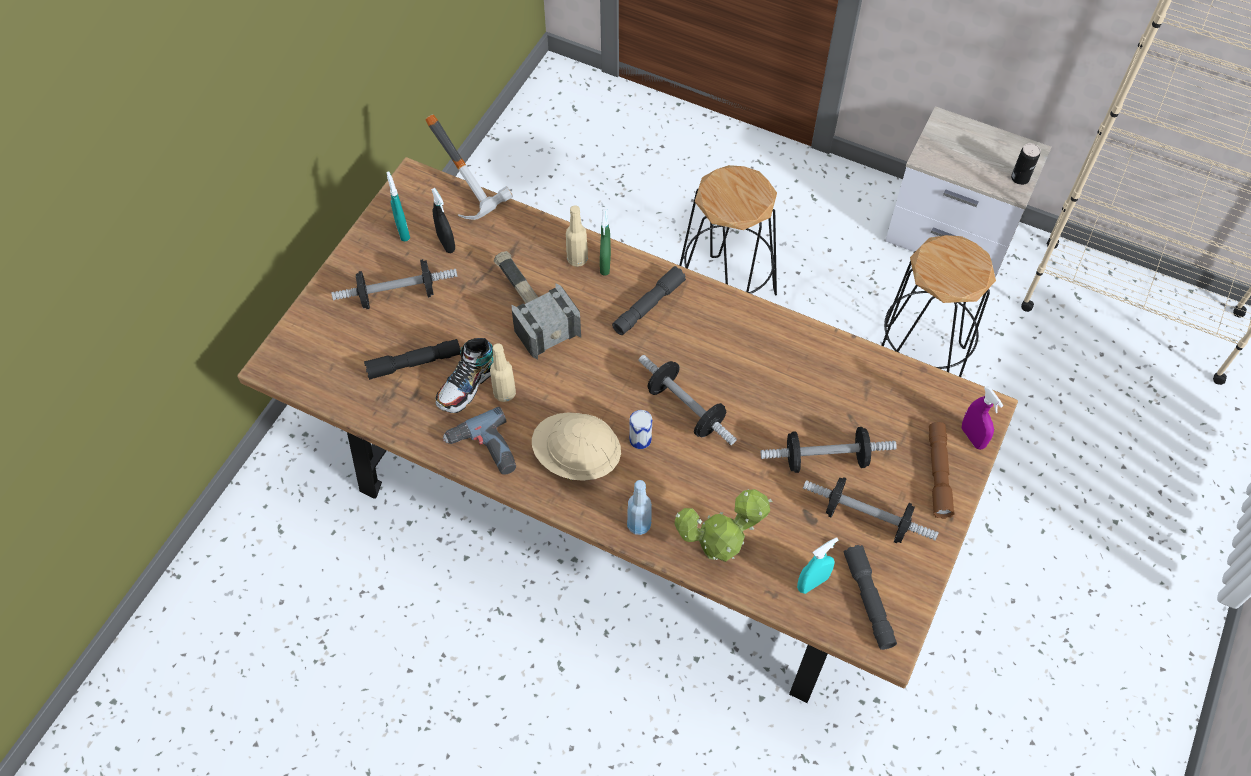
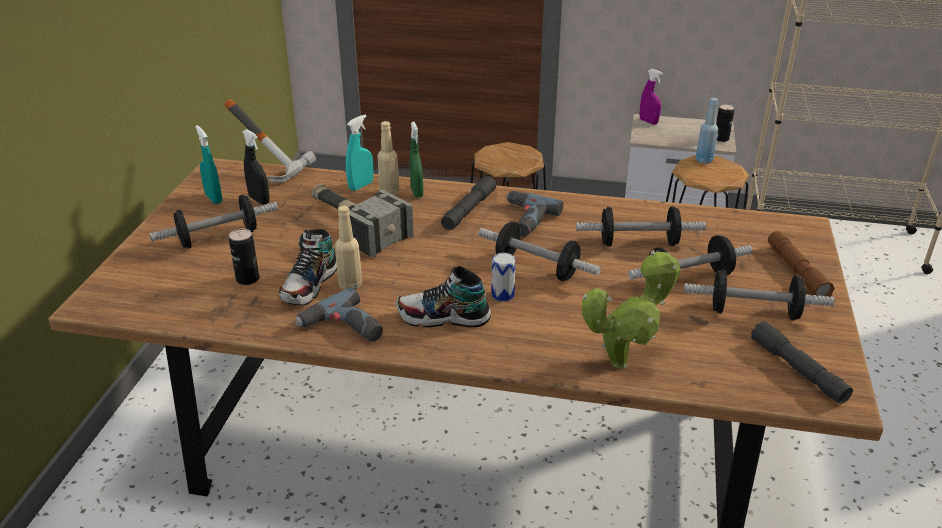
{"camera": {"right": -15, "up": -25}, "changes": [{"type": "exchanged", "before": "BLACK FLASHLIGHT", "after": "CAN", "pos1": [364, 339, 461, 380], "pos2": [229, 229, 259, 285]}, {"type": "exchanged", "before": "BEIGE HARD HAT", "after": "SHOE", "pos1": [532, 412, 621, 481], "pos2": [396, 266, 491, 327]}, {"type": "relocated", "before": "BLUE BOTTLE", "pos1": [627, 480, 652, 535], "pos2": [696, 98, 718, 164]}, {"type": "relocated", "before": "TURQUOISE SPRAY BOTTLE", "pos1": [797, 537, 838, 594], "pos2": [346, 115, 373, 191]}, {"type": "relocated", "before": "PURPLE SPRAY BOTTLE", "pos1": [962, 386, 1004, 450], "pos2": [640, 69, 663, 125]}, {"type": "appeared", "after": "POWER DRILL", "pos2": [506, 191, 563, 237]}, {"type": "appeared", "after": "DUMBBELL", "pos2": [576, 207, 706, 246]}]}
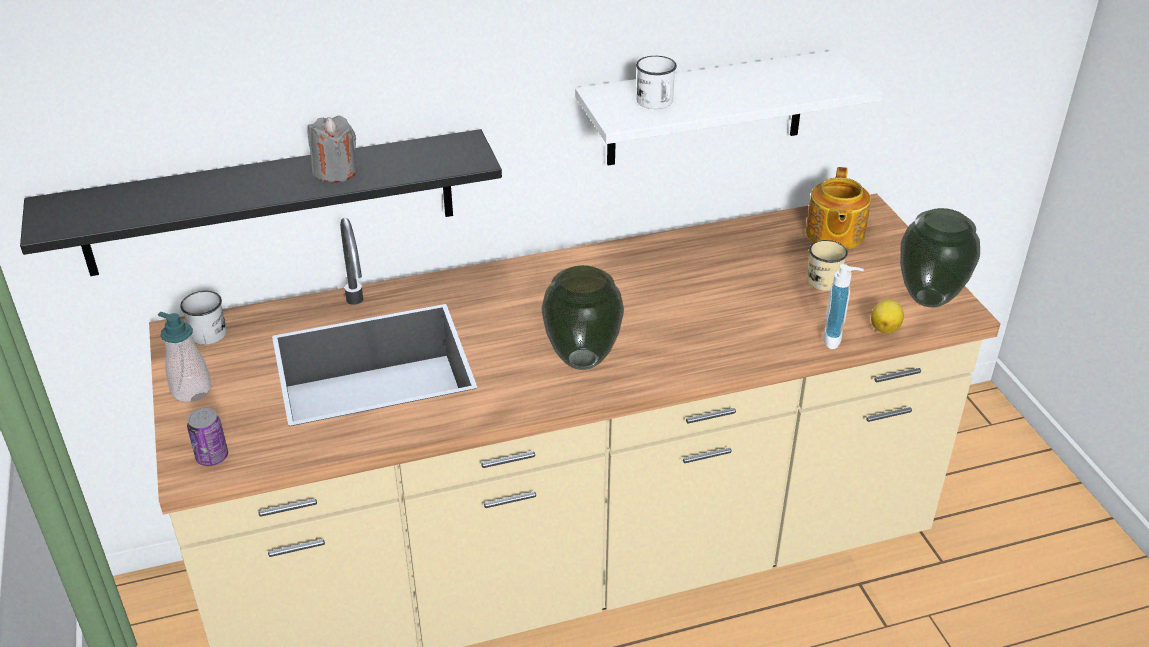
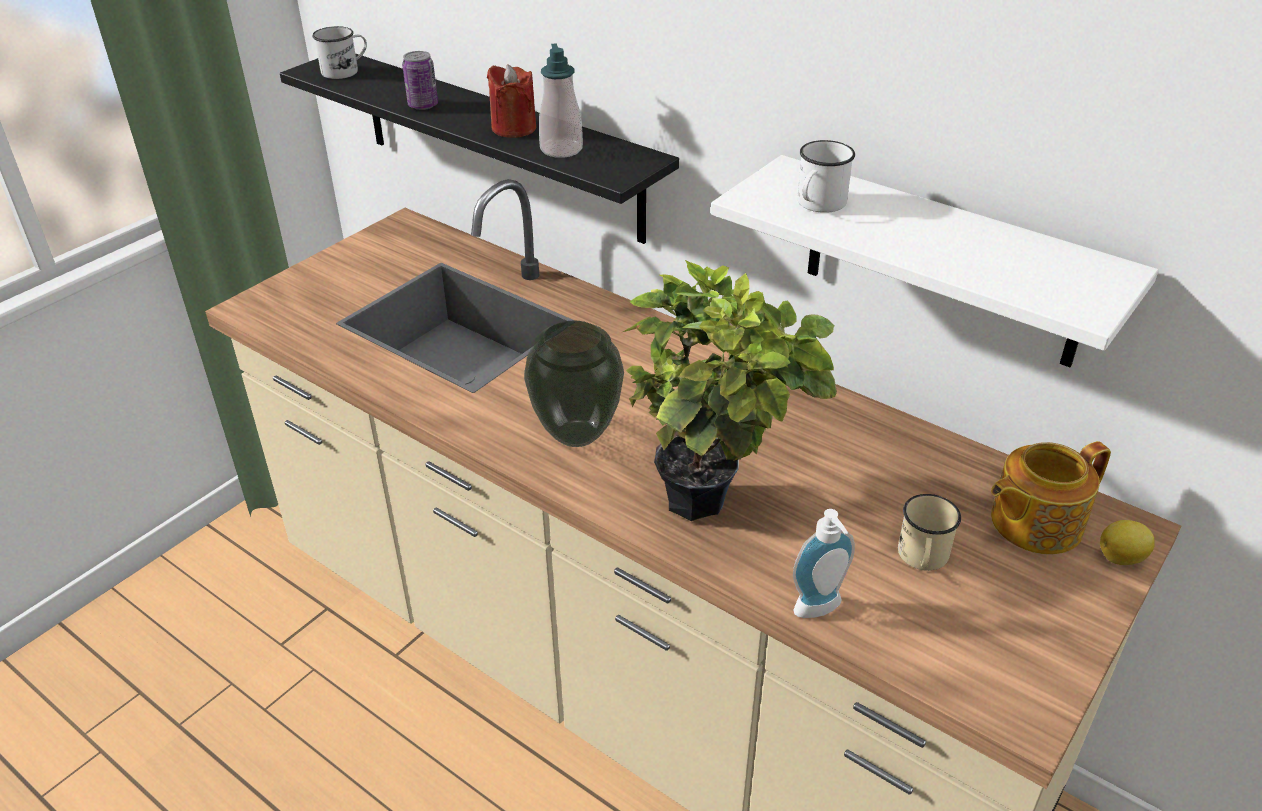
{"camera": {"right": 55, "up": 0}, "changes": [{"type": "relocated", "before": "SOAP DISPENSER", "pos1": [158, 312, 211, 402], "pos2": [539, 43, 583, 158]}, {"type": "relocated", "before": "WHITE MUG", "pos1": [180, 291, 227, 345], "pos2": [312, 26, 367, 79]}, {"type": "relocated", "before": "CAN", "pos1": [187, 408, 228, 466], "pos2": [402, 51, 438, 110]}, {"type": "colour", "before": "GREY CANDLE", "after": "RED CANDLE", "pos1": [307, 116, 357, 183], "pos2": [487, 64, 536, 138]}, {"type": "relocated", "before": "LEMON", "pos1": [871, 300, 904, 334], "pos2": [1100, 520, 1155, 565]}, {"type": "missing", "before": "VASE", "pos1": [900, 208, 980, 307]}, {"type": "appeared", "after": "POTTED PLANT", "pos2": [621, 260, 837, 521]}]}
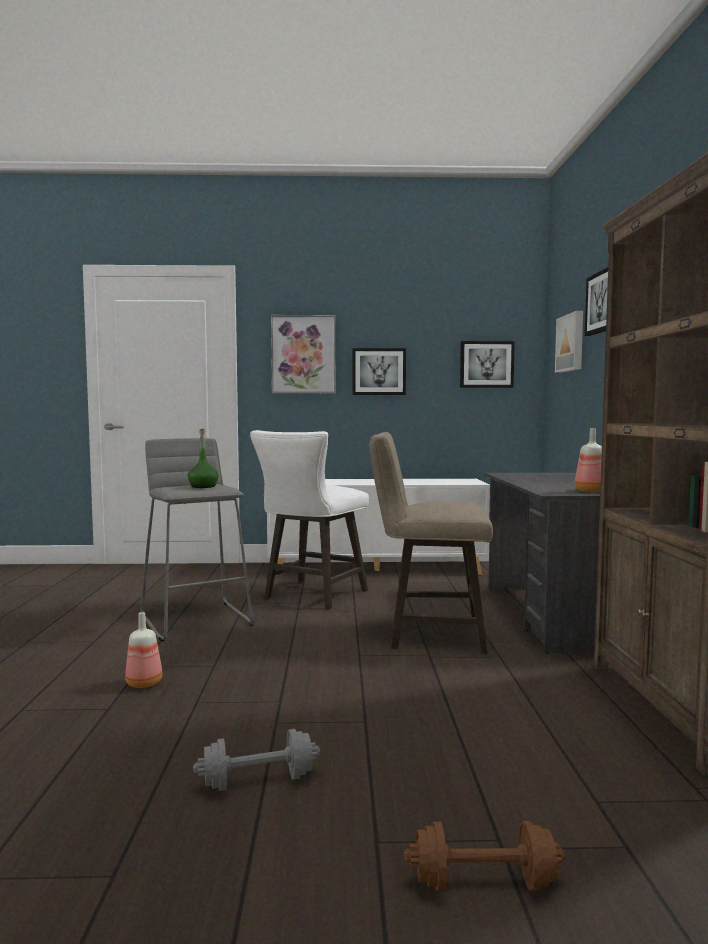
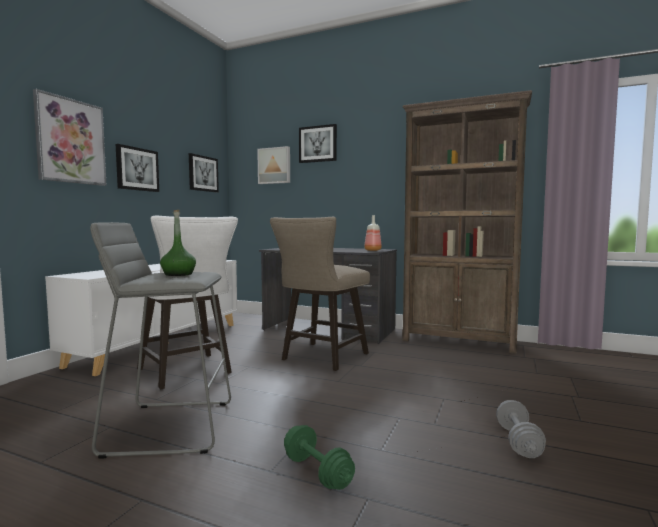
{"camera": {"right": -65, "up": 0}, "changes": [{"type": "exchanged", "before": "BOTTLE", "after": "GREEN DUMBBELL", "pos1": [125, 612, 163, 688], "pos2": [284, 425, 355, 490]}, {"type": "missing", "before": "BROWN DUMBBELL", "pos1": [403, 821, 566, 891]}]}
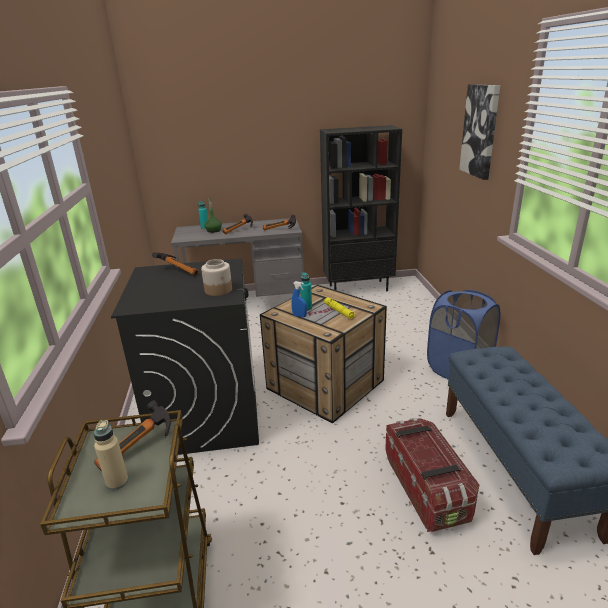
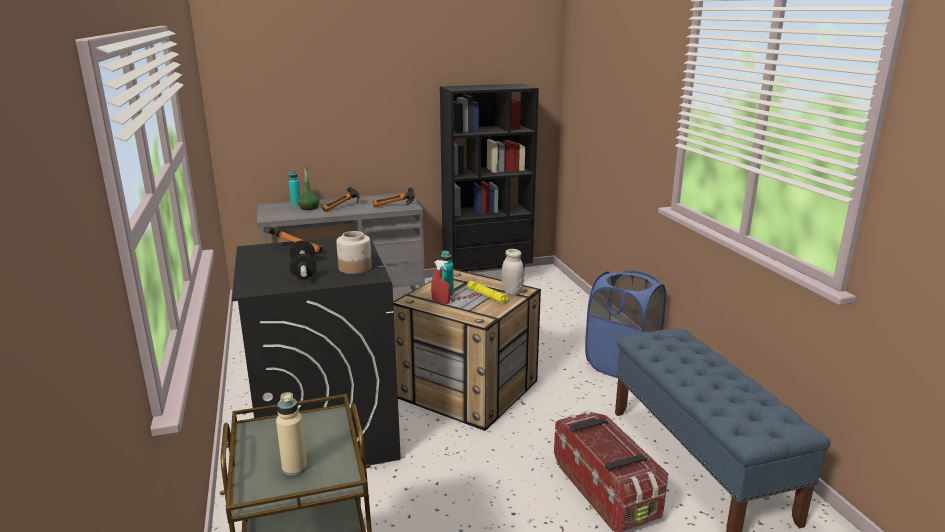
{"camera": {"right": -10, "up": -5}, "changes": [{"type": "missing", "before": "HAMMER", "pos1": [94, 400, 171, 471]}, {"type": "colour", "before": "BLUE SPRAY BOTTLE", "after": "RED SPRAY BOTTLE", "pos1": [291, 281, 307, 318], "pos2": [431, 260, 450, 304]}, {"type": "missing", "before": "PICTURE", "pos1": [459, 84, 500, 180]}, {"type": "appeared", "after": "DUMBBELL", "pos2": [290, 240, 317, 279]}, {"type": "appeared", "after": "WHITE JAR", "pos2": [502, 249, 524, 295]}]}
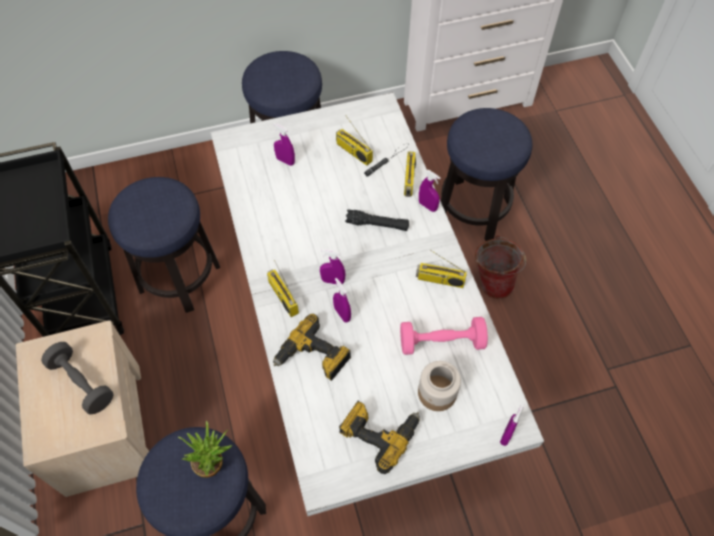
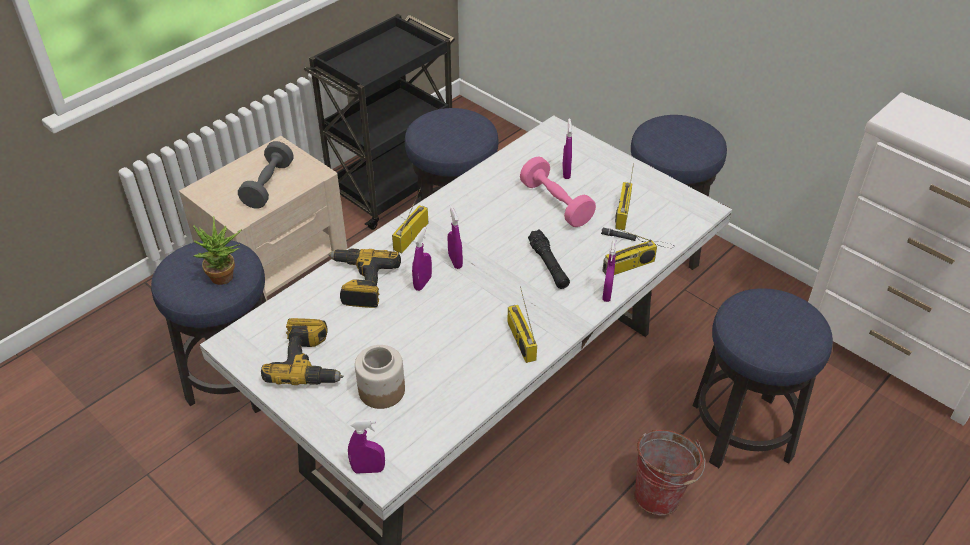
{"camera": {"right": 60, "up": -15}, "changes": [{"type": "relocated", "before": "PINK DUMBBELL", "pos1": [400, 317, 488, 355], "pos2": [520, 156, 596, 227]}]}
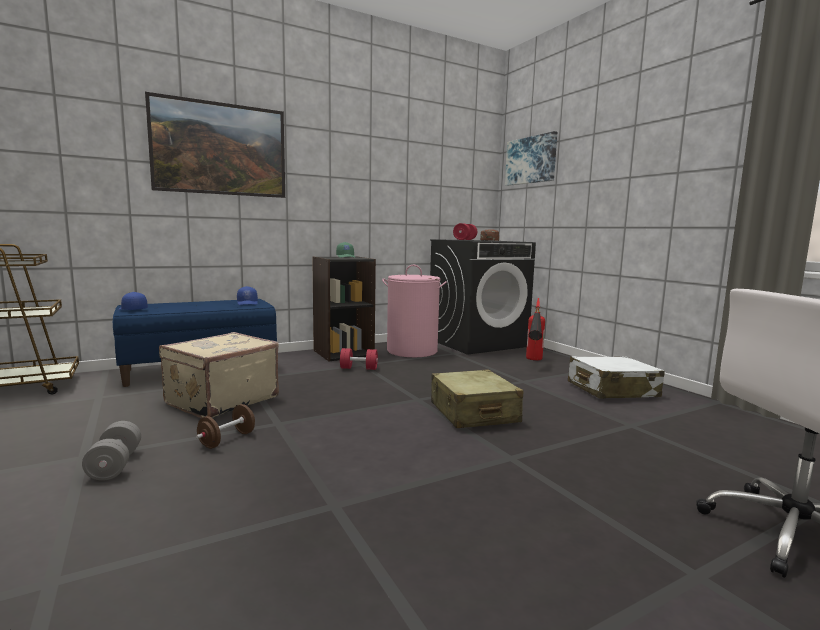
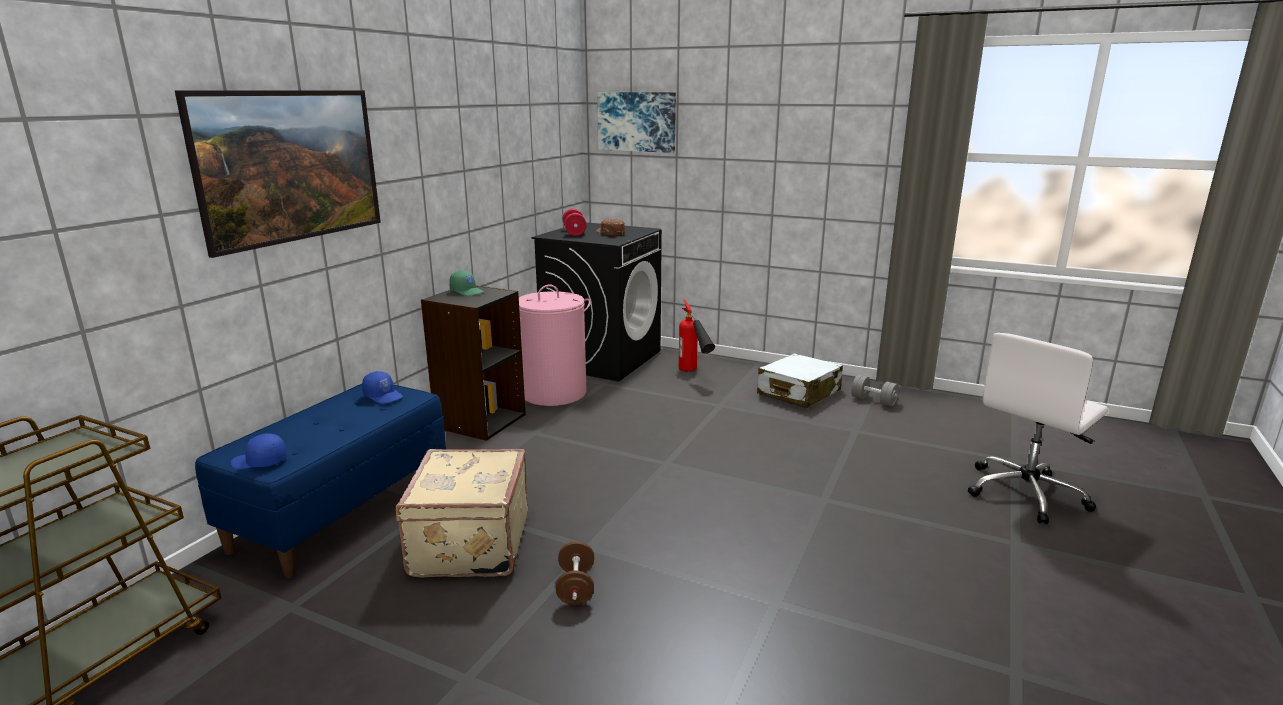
{"camera": {"right": -35, "up": 10}, "changes": [{"type": "relocated", "before": "GREY DUMBBELL", "pos1": [82, 421, 141, 481], "pos2": [851, 375, 899, 407]}, {"type": "missing", "before": "RED DUMBBELL", "pos1": [340, 348, 378, 370]}, {"type": "missing", "before": "BEIGE SUITCASE", "pos1": [431, 369, 523, 428]}]}
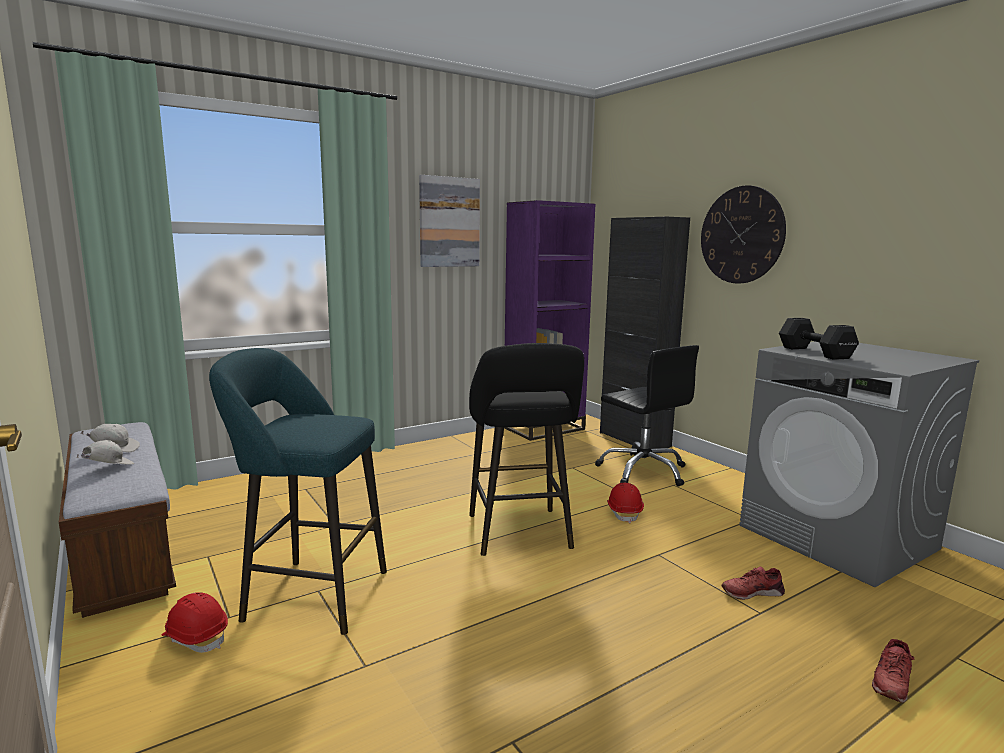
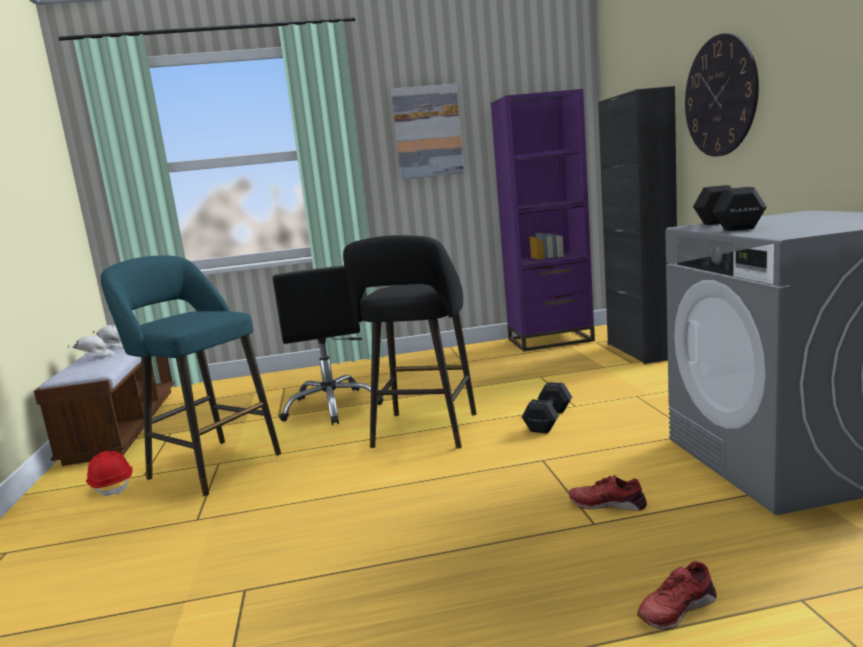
{"camera": {"right": 25, "up": 0}, "changes": [{"type": "relocated", "before": "BLACK OFFICE CHAIR", "pos1": [595, 345, 699, 487], "pos2": [272, 266, 383, 425]}, {"type": "exchanged", "before": "RED HARD HAT", "after": "BLACK DUMBBELL", "pos1": [607, 483, 644, 524], "pos2": [522, 382, 572, 433]}]}
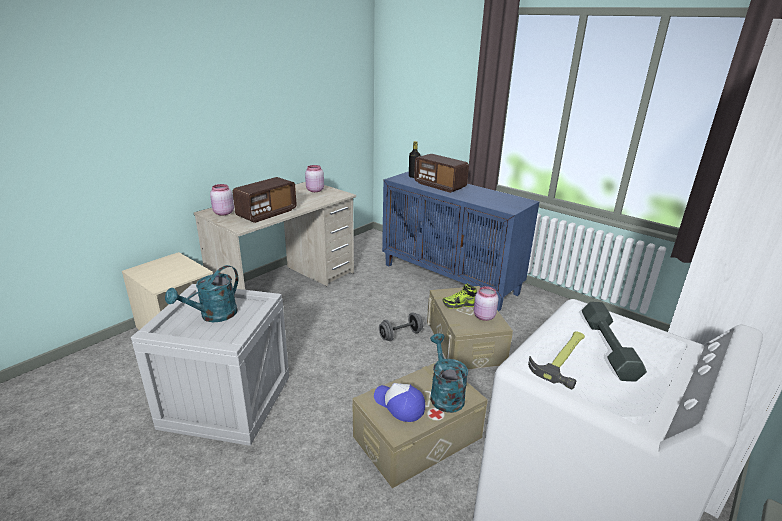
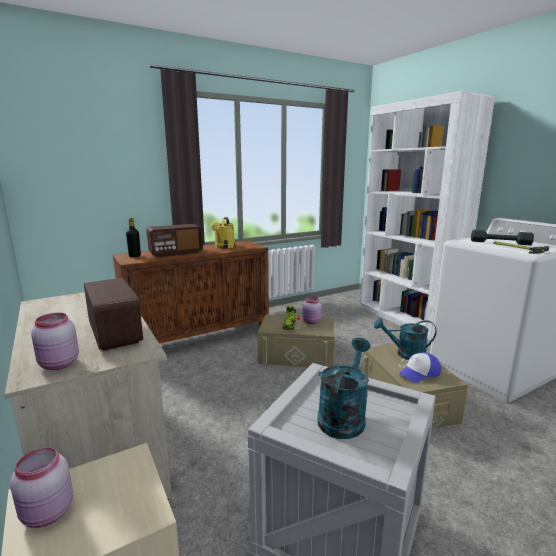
{"camera": {"right": -70, "up": -10}, "changes": [{"type": "spun", "before": "TURQUOISE WATERING CAN", "pos1": [165, 265, 238, 322], "pos2": [318, 337, 371, 439], "turn": -120}, {"type": "relocated", "before": "PINK JAR", "pos1": [305, 165, 324, 192], "pos2": [10, 447, 73, 528]}, {"type": "missing", "before": "GREY DUMBBELL", "pos1": [379, 313, 423, 341]}, {"type": "colour", "before": "BLUE CABINET", "after": "BROWN CABINET", "pos1": [382, 172, 539, 311], "pos2": [113, 240, 269, 344]}, {"type": "appeared", "after": "YELLOW WATERING CAN", "pos2": [211, 217, 235, 249]}]}
